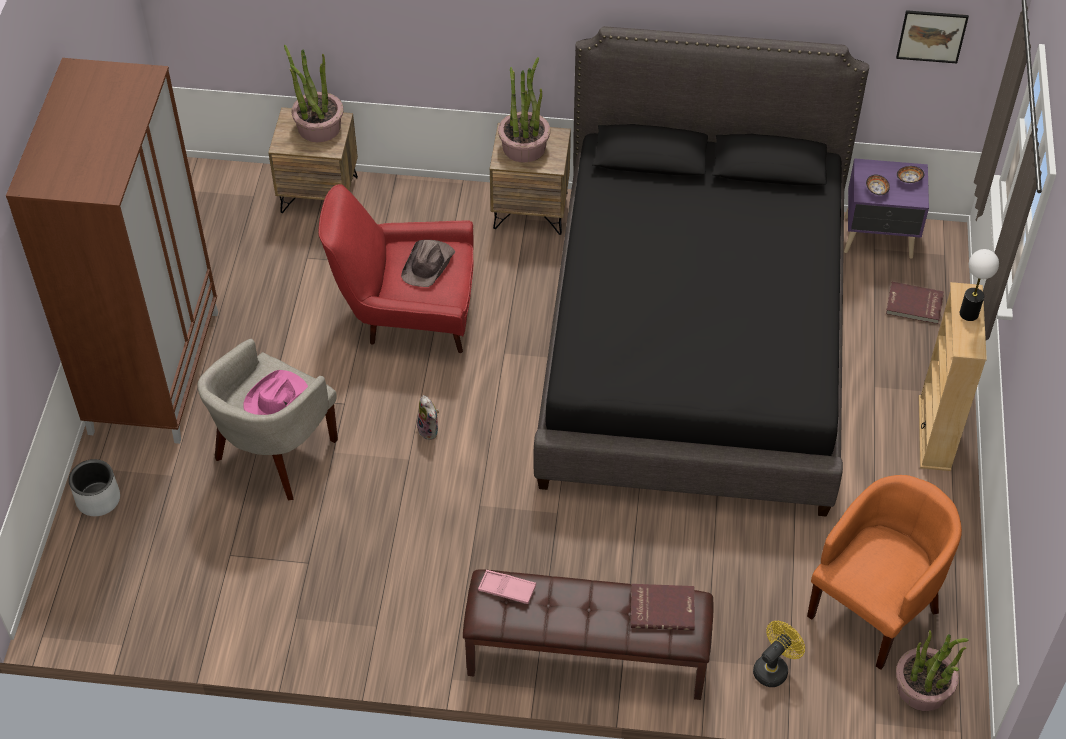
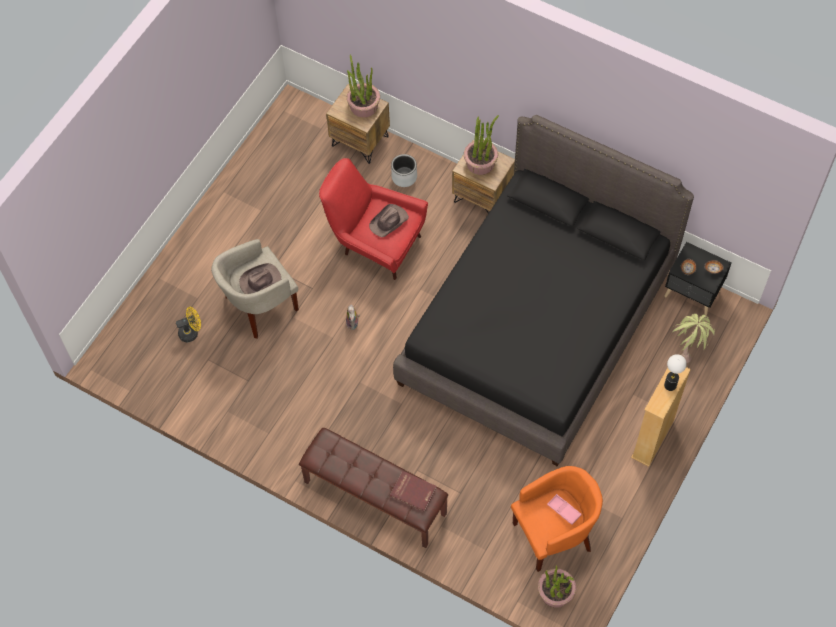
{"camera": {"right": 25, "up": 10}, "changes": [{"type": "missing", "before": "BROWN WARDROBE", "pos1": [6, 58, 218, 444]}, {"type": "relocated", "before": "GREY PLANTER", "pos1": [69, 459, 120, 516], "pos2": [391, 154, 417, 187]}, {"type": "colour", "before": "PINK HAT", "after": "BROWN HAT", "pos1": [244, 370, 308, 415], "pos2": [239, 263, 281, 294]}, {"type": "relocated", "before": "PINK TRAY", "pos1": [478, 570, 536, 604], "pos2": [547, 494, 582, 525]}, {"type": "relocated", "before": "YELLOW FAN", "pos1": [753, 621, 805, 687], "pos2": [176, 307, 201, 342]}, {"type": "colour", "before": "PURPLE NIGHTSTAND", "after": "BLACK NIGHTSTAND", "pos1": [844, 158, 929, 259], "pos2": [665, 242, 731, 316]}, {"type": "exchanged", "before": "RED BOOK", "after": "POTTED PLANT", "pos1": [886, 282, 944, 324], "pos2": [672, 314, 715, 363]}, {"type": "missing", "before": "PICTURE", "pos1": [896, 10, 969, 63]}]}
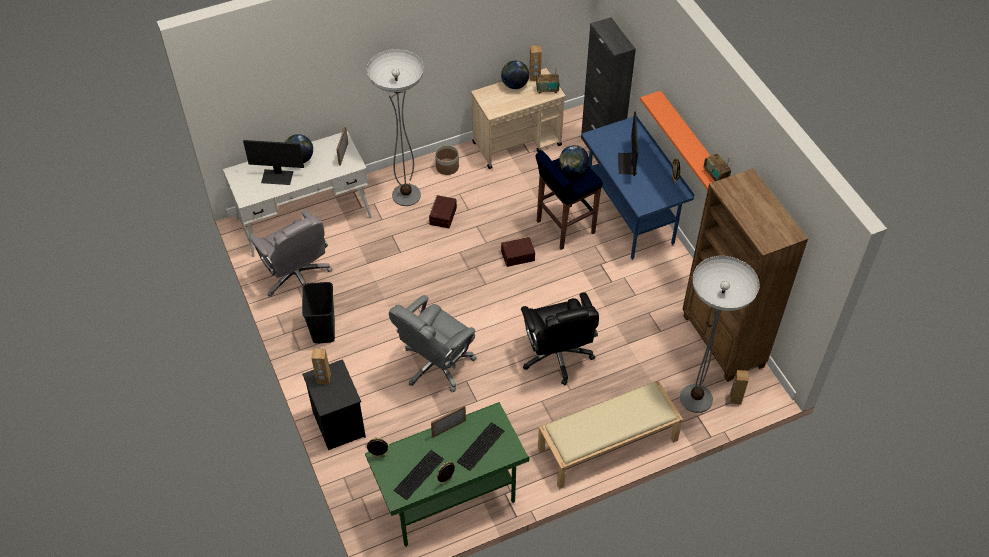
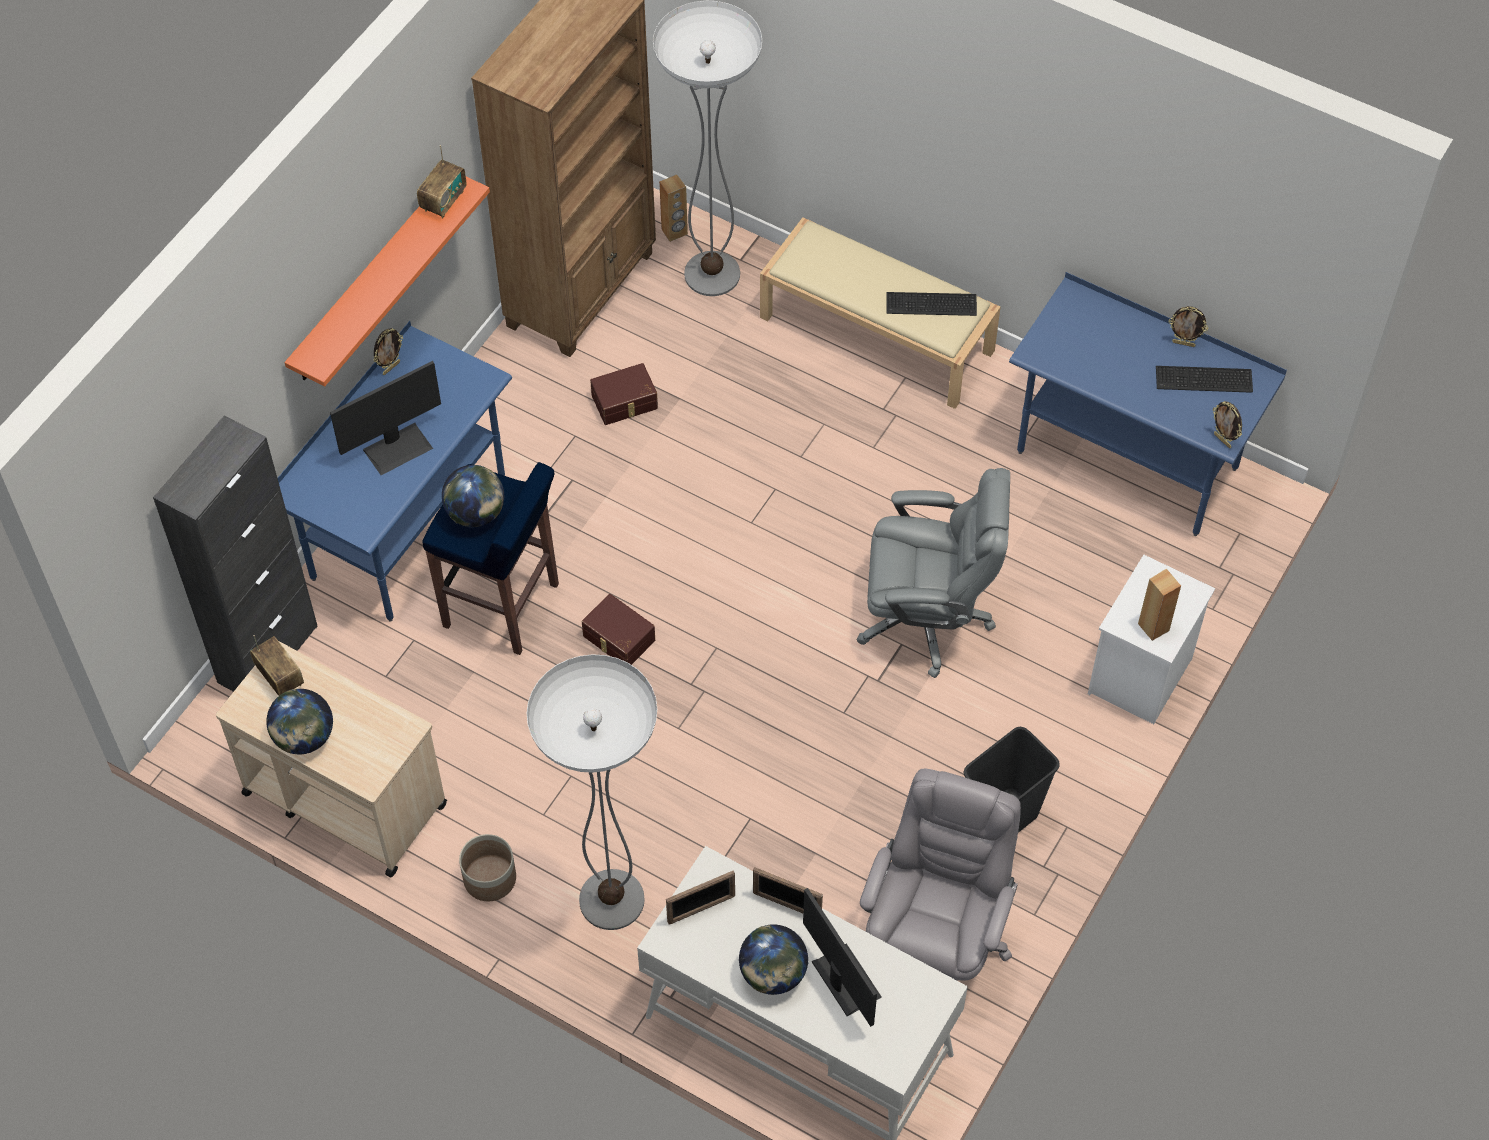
{"camera": {"right": -125, "up": 5}, "changes": [{"type": "colour", "before": "BLACK NIGHTSTAND", "after": "WHITE NIGHTSTAND", "pos1": [302, 359, 366, 450], "pos2": [1088, 555, 1215, 724]}, {"type": "colour", "before": "GREEN DESK", "after": "BLUE DESK", "pos1": [365, 402, 530, 547], "pos2": [1009, 272, 1287, 536]}, {"type": "relocated", "before": "BROWN STORAGE BOX", "pos1": [429, 195, 457, 228], "pos2": [590, 363, 658, 425]}, {"type": "relocated", "before": "PICTURE FRAME", "pos1": [431, 405, 466, 438], "pos2": [753, 867, 823, 913]}, {"type": "relocated", "before": "KEYBOARD", "pos1": [457, 422, 504, 471], "pos2": [886, 292, 977, 316]}, {"type": "missing", "before": "BLACK OFFICE CHAIR", "pos1": [521, 292, 599, 385]}, {"type": "missing", "before": "BROWN SPEAKER", "pos1": [529, 45, 542, 81]}]}
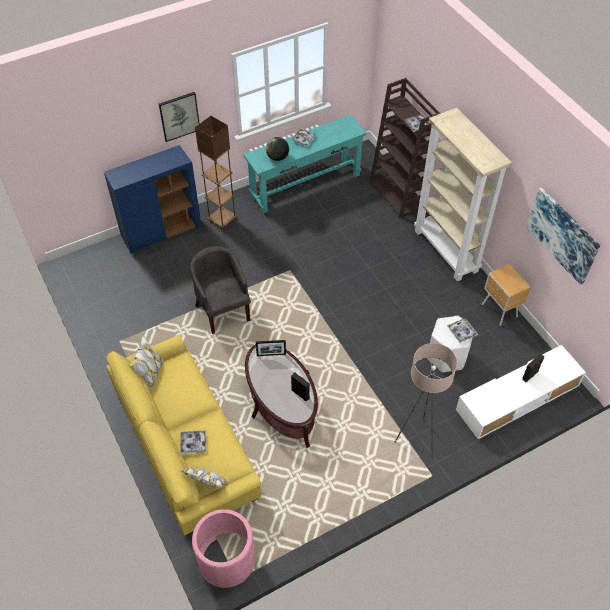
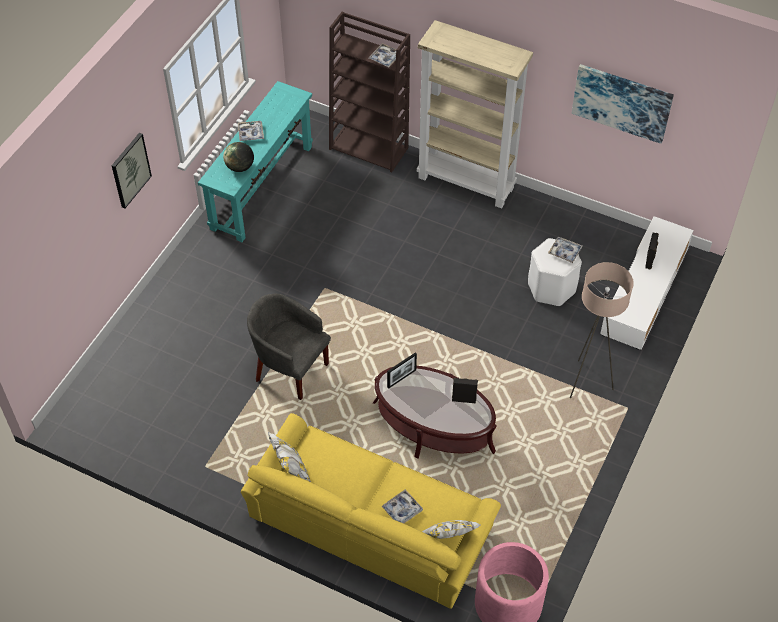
{"camera": {"right": -35, "up": 0}, "changes": [{"type": "missing", "before": "BLUE CABINET", "pos1": [104, 145, 201, 253]}, {"type": "missing", "before": "BROWN FLOOR LAMP", "pos1": [195, 116, 237, 229]}, {"type": "missing", "before": "BROWN NIGHTSTAND", "pos1": [482, 263, 531, 326]}]}
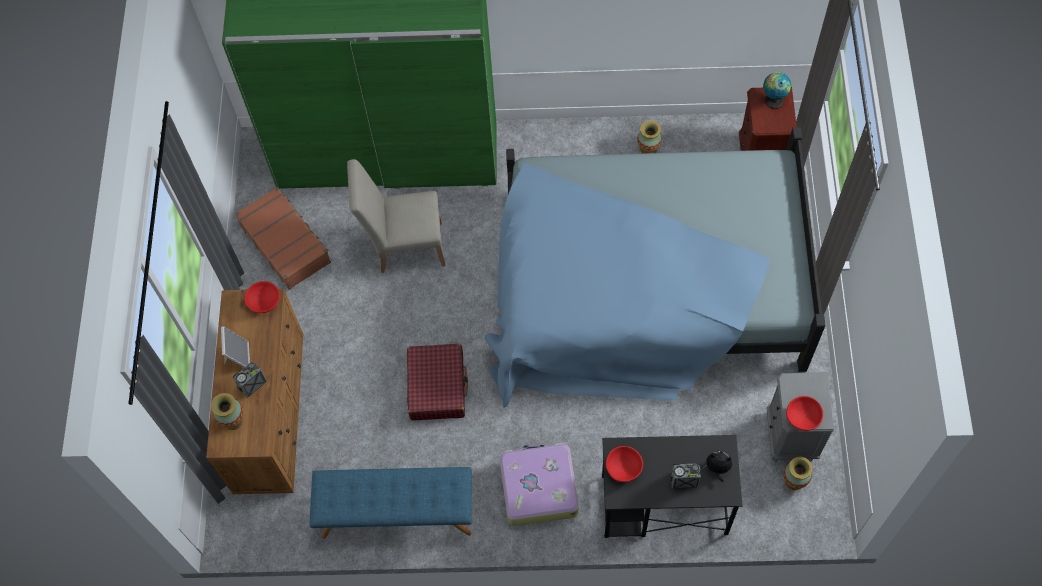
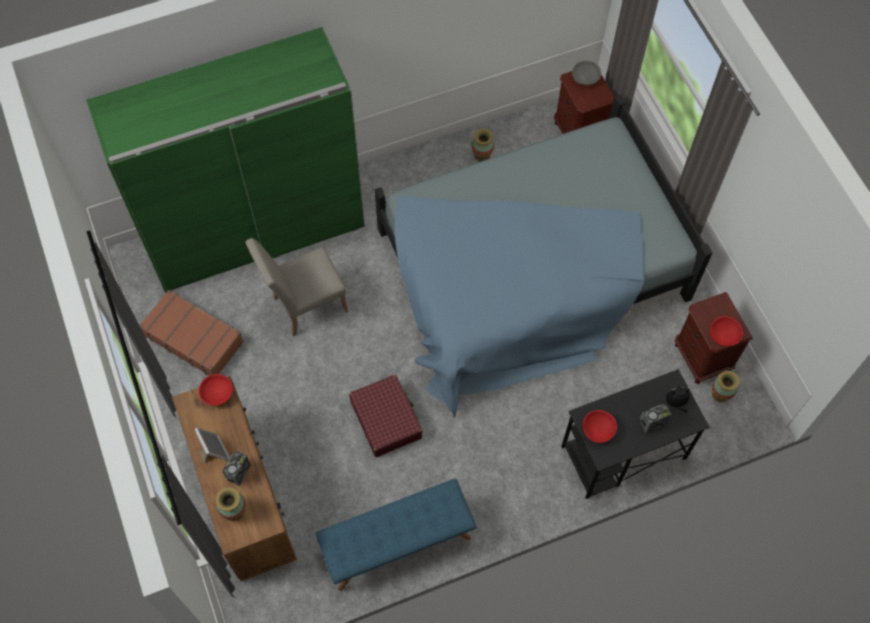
{"camera": {"right": -25, "up": 0}, "changes": [{"type": "missing", "before": "SUITCASE", "pos1": [500, 443, 579, 526]}, {"type": "exchanged", "before": "GLOBE", "after": "GREY BOWL", "pos1": [763, 72, 791, 109], "pos2": [572, 60, 601, 85]}, {"type": "colour", "before": "GREY NIGHTSTAND", "after": "BROWN NIGHTSTAND", "pos1": [767, 372, 834, 462], "pos2": [675, 292, 753, 384]}]}
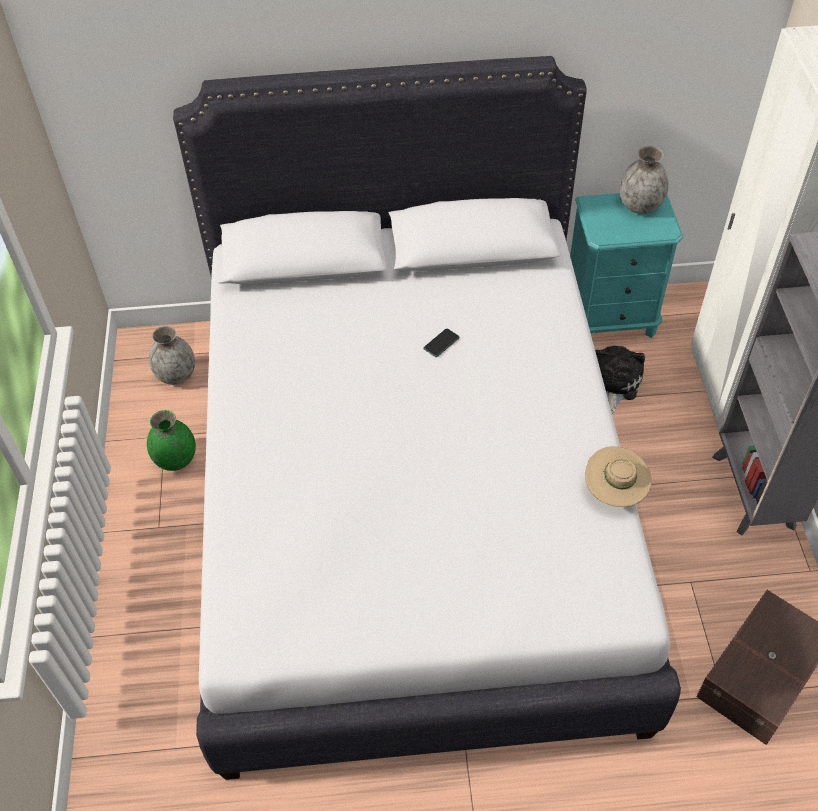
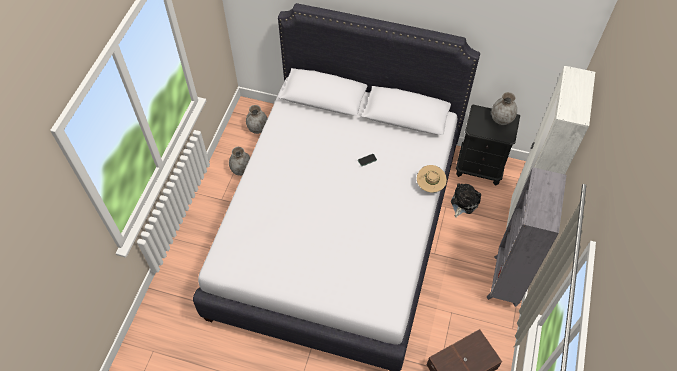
{"camera": {"right": 20, "up": 5}, "changes": [{"type": "colour", "before": "GREEN VASE", "after": "GREY VASE", "pos1": [147, 410, 196, 471], "pos2": [229, 147, 250, 176]}, {"type": "colour", "before": "TURQUOISE NIGHTSTAND", "after": "BLACK NIGHTSTAND", "pos1": [570, 193, 683, 338], "pos2": [456, 105, 520, 186]}, {"type": "relocated", "before": "BEIGE HAT", "pos1": [585, 446, 652, 507], "pos2": [417, 165, 447, 193]}]}
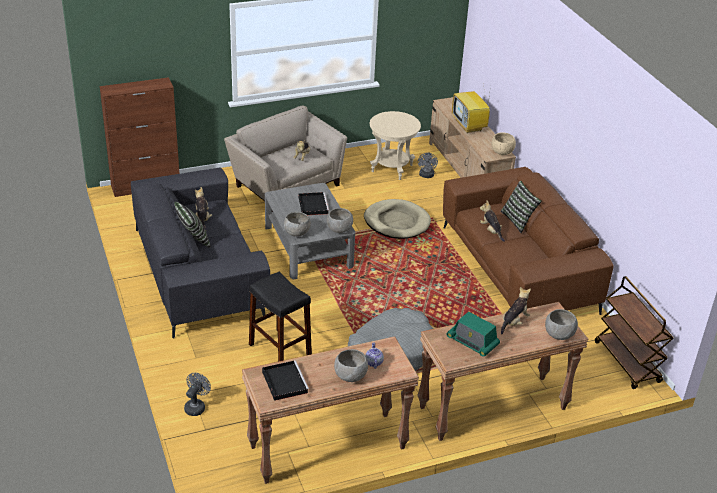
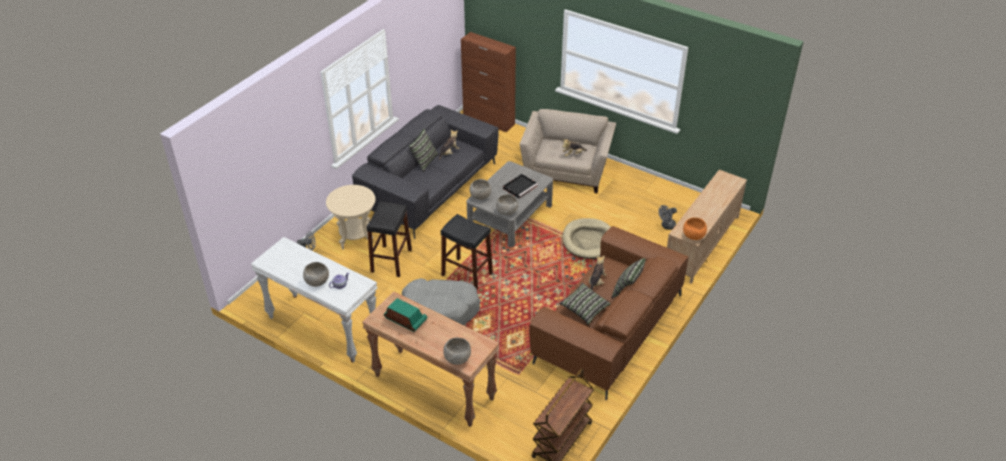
{"camera": {"right": 55, "up": 5}, "changes": [{"type": "colour", "before": "BROWN CONSOLE TABLE", "after": "WHITE CONSOLE TABLE", "pos1": [242, 336, 419, 484], "pos2": [251, 237, 378, 363]}, {"type": "missing", "before": "BLACK TRAY", "pos1": [262, 360, 309, 401]}, {"type": "relocated", "before": "BEIGE SIDE TABLE", "pos1": [370, 111, 421, 180], "pos2": [326, 185, 375, 249]}, {"type": "spun", "before": "RADIO", "pos1": [447, 312, 500, 357], "pos2": [384, 298, 427, 332], "turn": 120}, {"type": "missing", "before": "TELEVISION", "pos1": [452, 85, 490, 133]}, {"type": "colour", "before": "BEIGE BOWL", "after": "ORANGE BOWL", "pos1": [491, 132, 516, 155], "pos2": [683, 217, 707, 240]}, {"type": "missing", "before": "PLUSH TOY", "pos1": [501, 287, 531, 334]}, {"type": "appeared", "after": "BLACK STOOL", "pos2": [441, 214, 493, 290]}, {"type": "appeared", "after": "PILLOW", "pos2": [559, 283, 611, 325]}]}
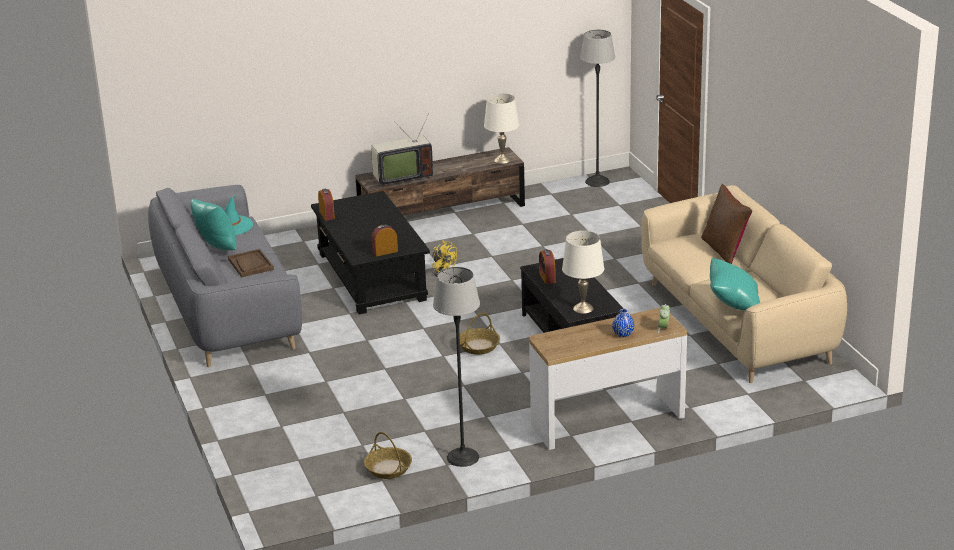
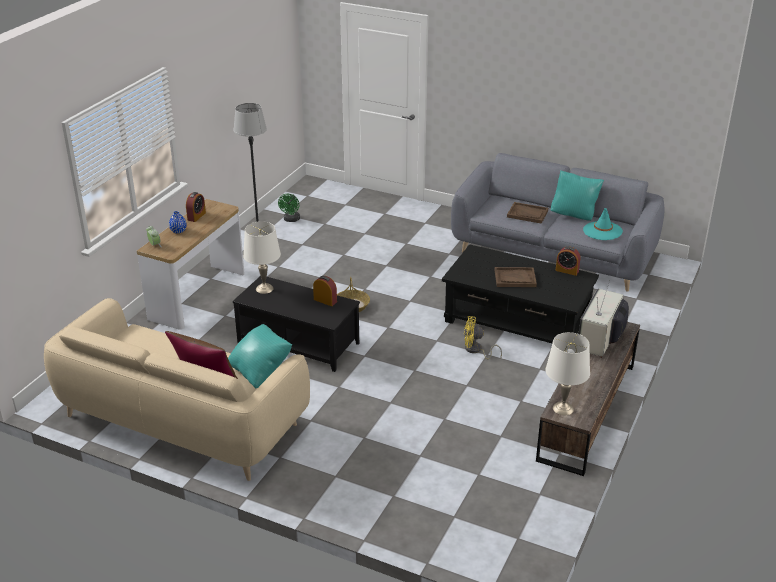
{"camera": {"right": 135, "up": 5}, "changes": [{"type": "exchanged", "before": "BASKET", "after": "GREEN FAN", "pos1": [364, 432, 412, 479], "pos2": [278, 194, 300, 222]}, {"type": "relocated", "before": "ALARM CLOCK", "pos1": [372, 224, 398, 257], "pos2": [186, 192, 206, 222]}, {"type": "missing", "before": "FLOOR LAMP", "pos1": [580, 30, 615, 187]}, {"type": "relocated", "before": "TURQUOISE PILLOW", "pos1": [710, 258, 760, 311], "pos2": [228, 324, 292, 389]}, {"type": "appeared", "after": "BROWN TRAY", "pos2": [495, 267, 537, 287]}]}
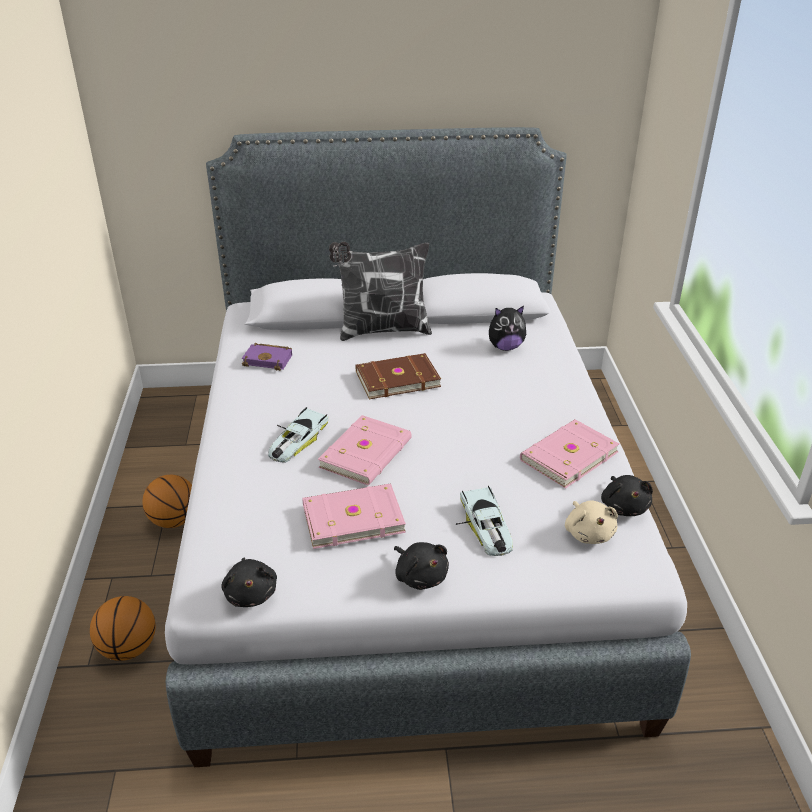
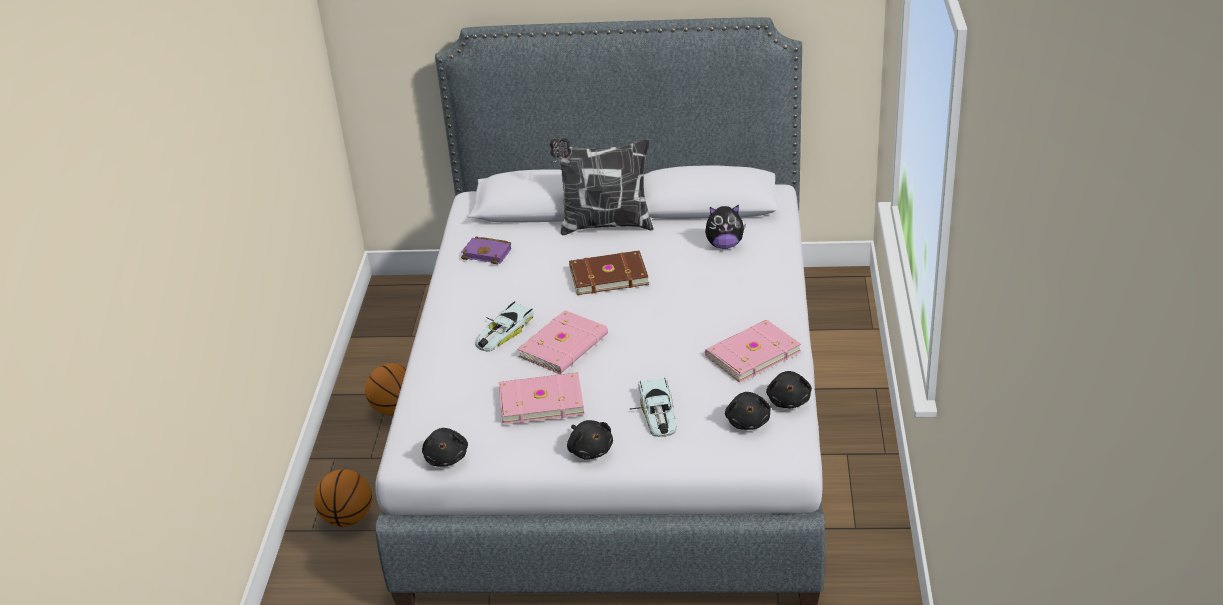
{"camera": {"right": 10, "up": 0}, "changes": [{"type": "colour", "before": "BEIGE PLUSH TOY", "after": "BLACK PLUSH TOY", "pos1": [565, 501, 618, 544], "pos2": [725, 392, 771, 430]}]}
